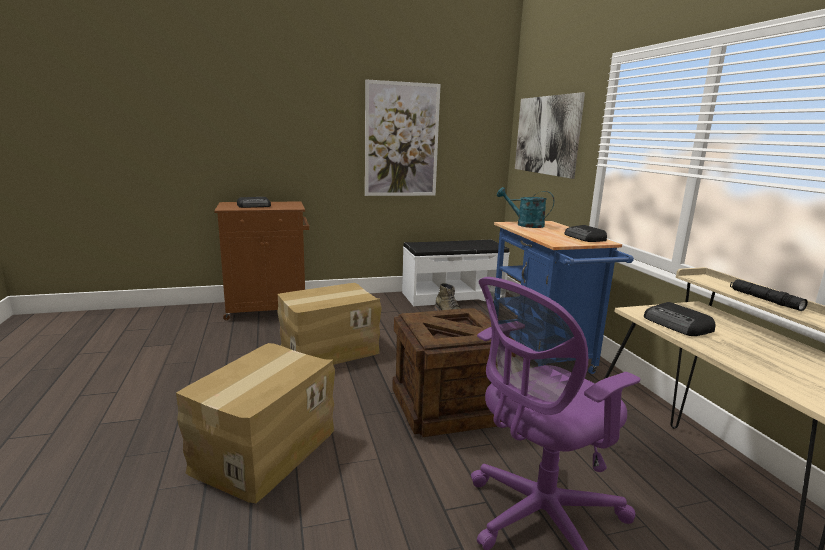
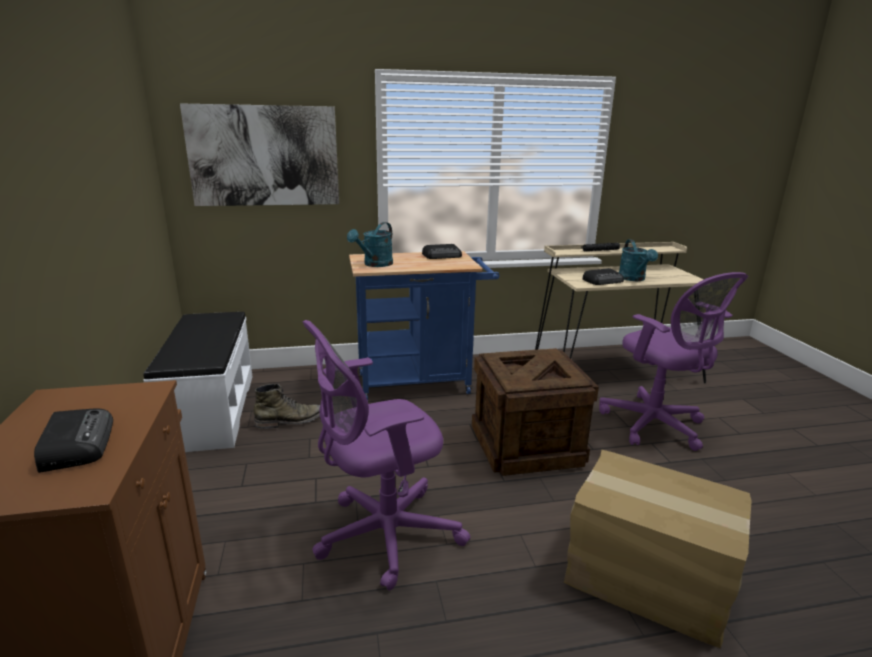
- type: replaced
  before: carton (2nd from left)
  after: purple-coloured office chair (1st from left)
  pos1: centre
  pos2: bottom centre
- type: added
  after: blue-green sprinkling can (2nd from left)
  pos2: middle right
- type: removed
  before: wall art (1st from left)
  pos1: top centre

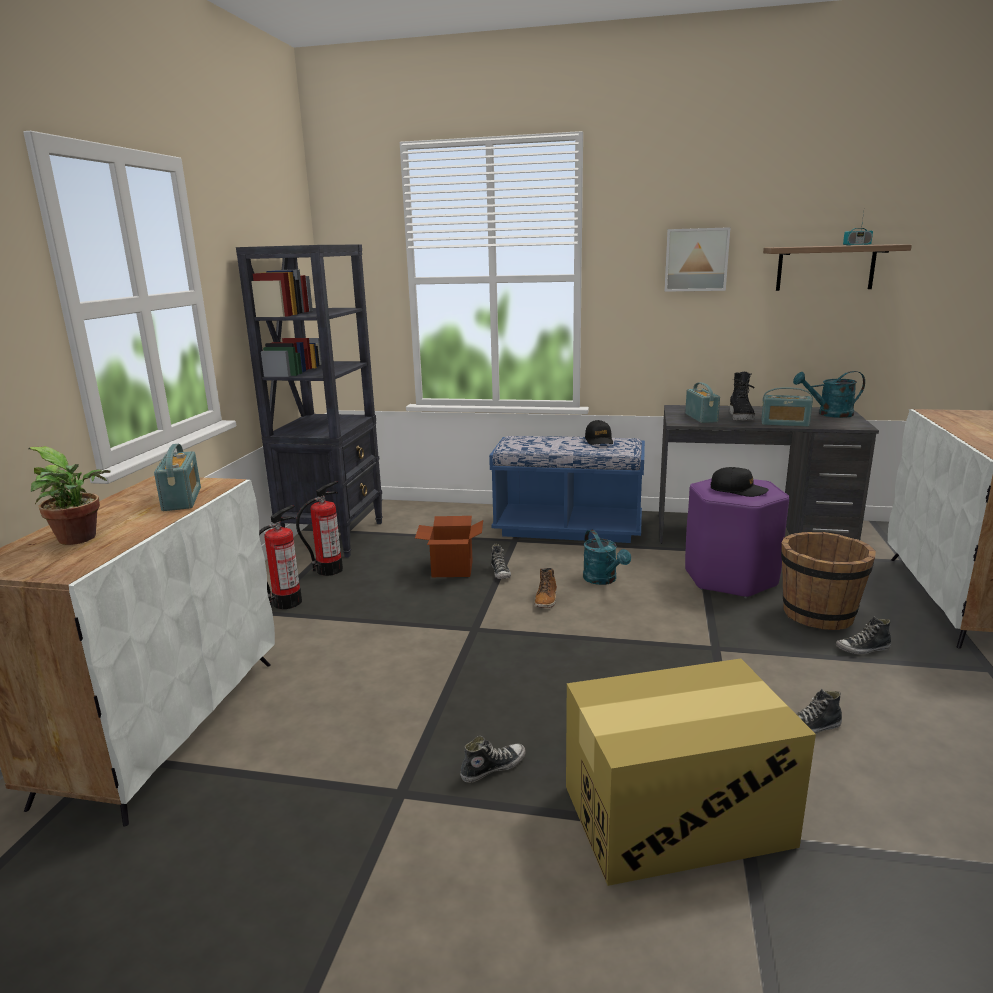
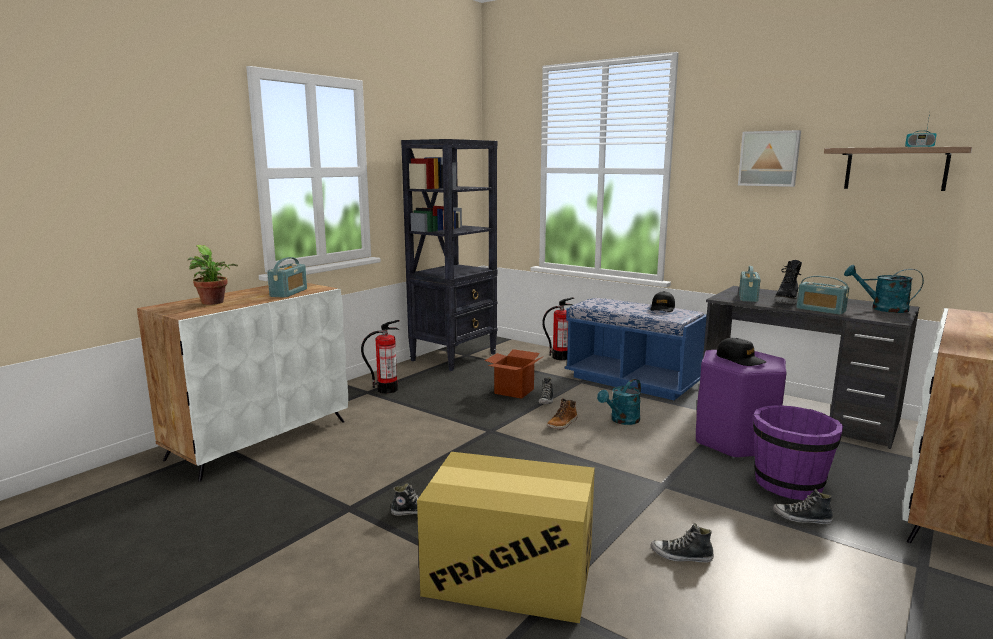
- type: moved
  before: fire-fighting cylinder (2nd from left)
  pos1: middle left
  pos2: centre
- type: turned
  before: blue-green sprinkling can (1st from left)
  pos1: centre
  pos2: centre
  turn: 45
- type: recoloured
  before: brown pail
  after: purple-coloured pail
  pos1: middle right
  pos2: bottom right

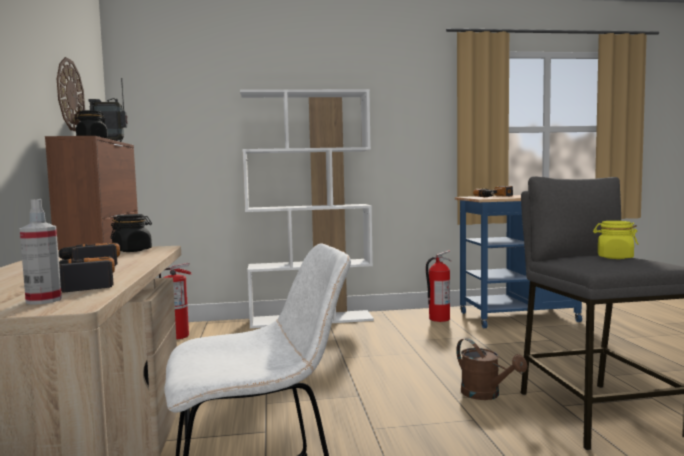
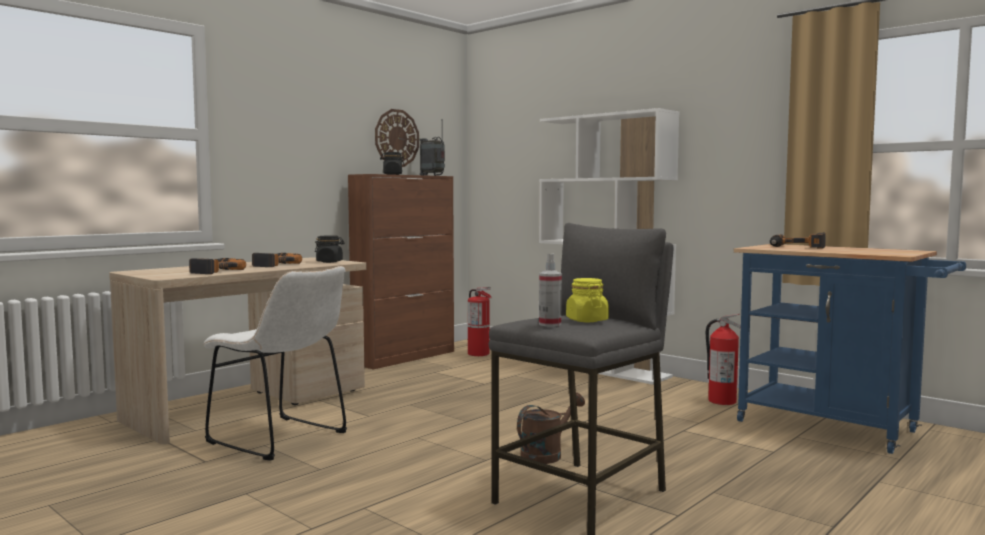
- type: turned
  before: brown sprinkling can
  pos1: bottom right
  pos2: bottom centre
  turn: -150
- type: moved
  before: spray bottle
  pos1: middle left
  pos2: centre

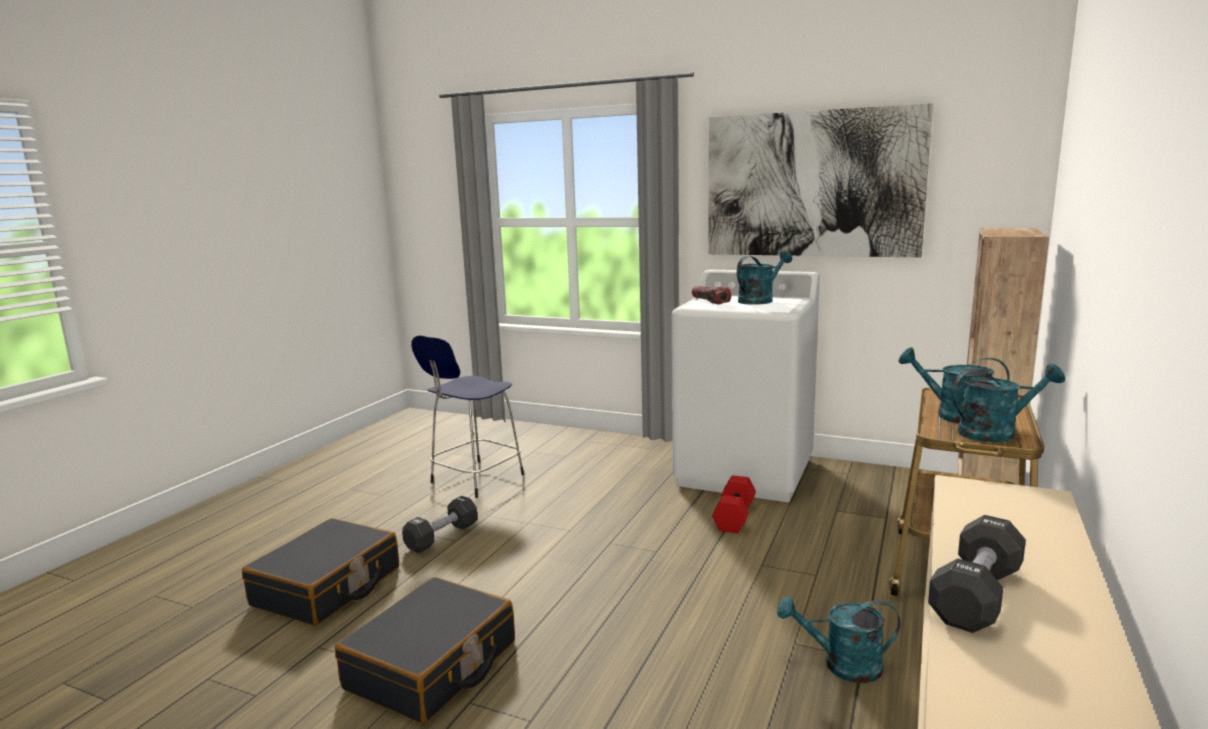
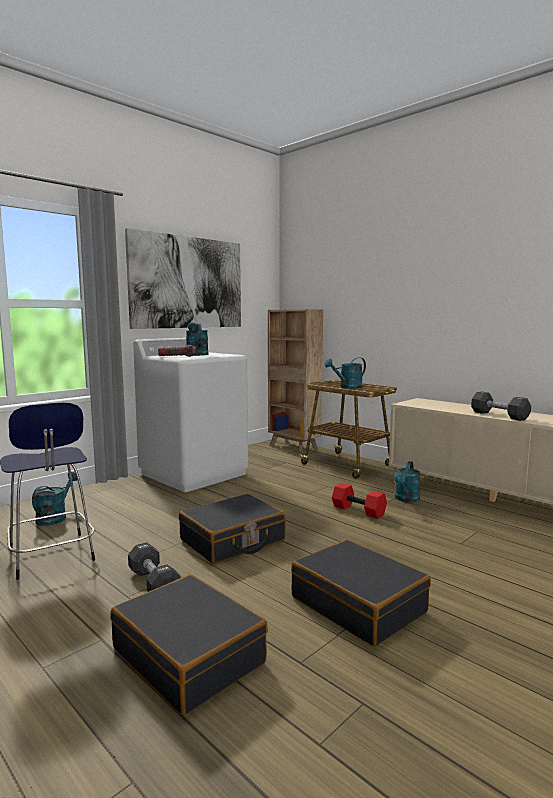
- type: moved
  before: blue-green sprinkling can (4th from left in the first image)
  after: blue-green sprinkling can (1st from left)
  pos1: middle right
  pos2: middle left
- type: added
  after: black piece of luggage (2nd from left)
  pos2: centre
- type: moved
  before: reddish dumbbell
  pos1: bottom centre
  pos2: centre

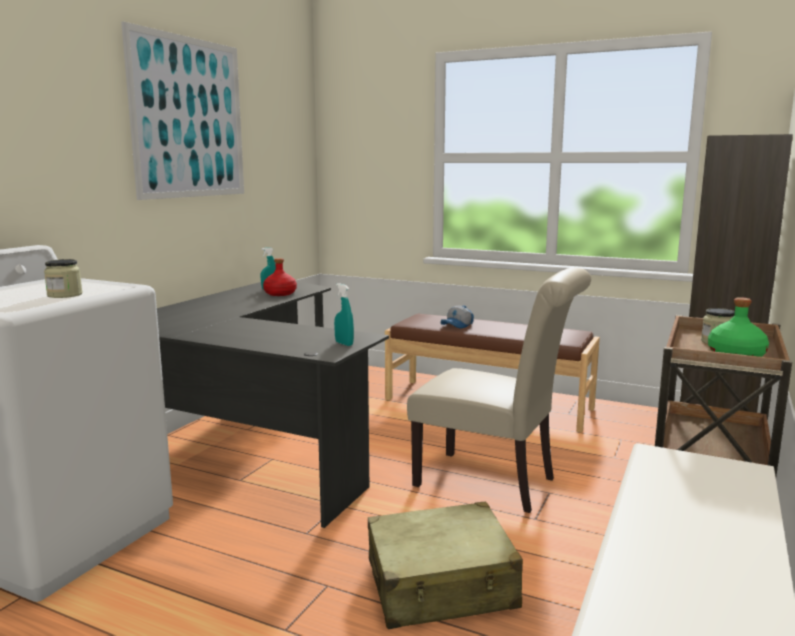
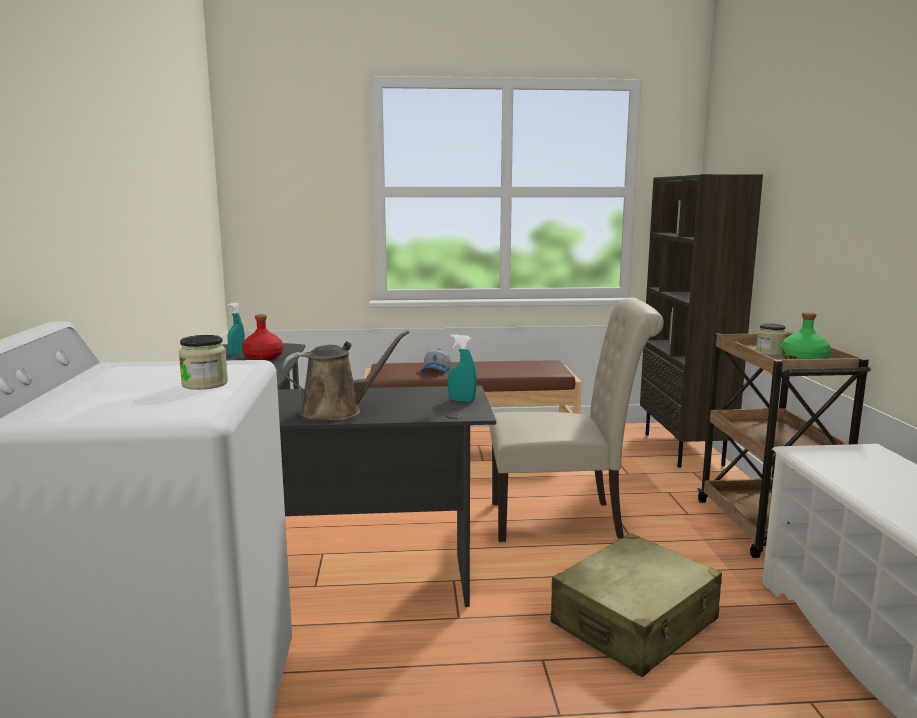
- type: added
  after: brown sprinkling can
  pos2: centre
- type: removed
  before: wall art
  pos1: top left

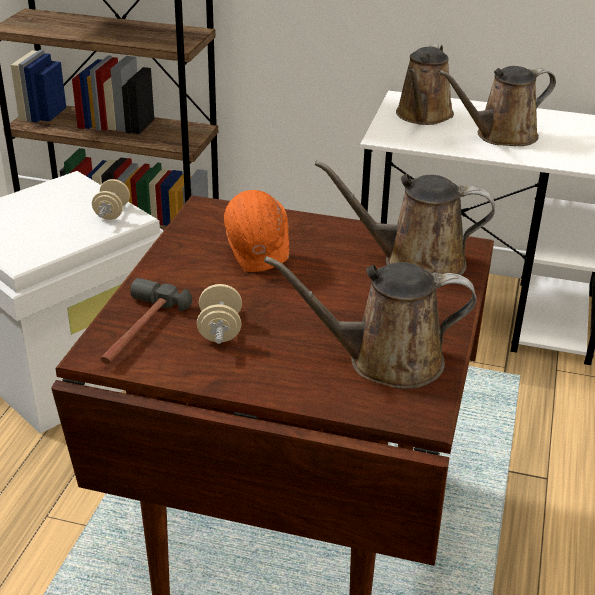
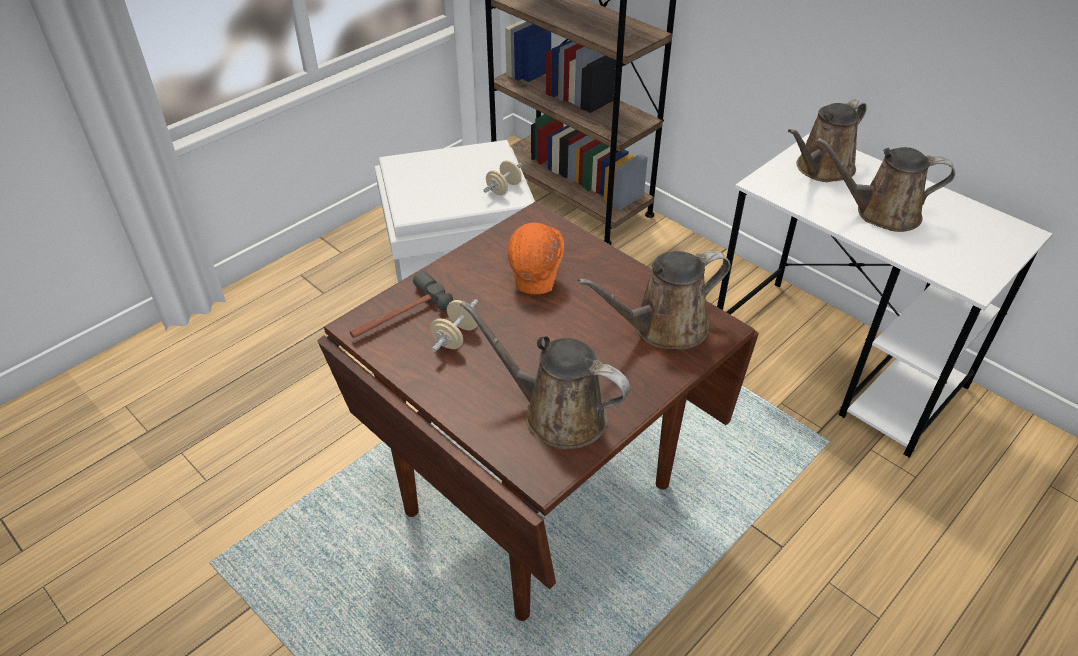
- type: turned
  before: brown sprinkling can (2nd from left)
  pos1: middle right
  pos2: centre
  turn: -60

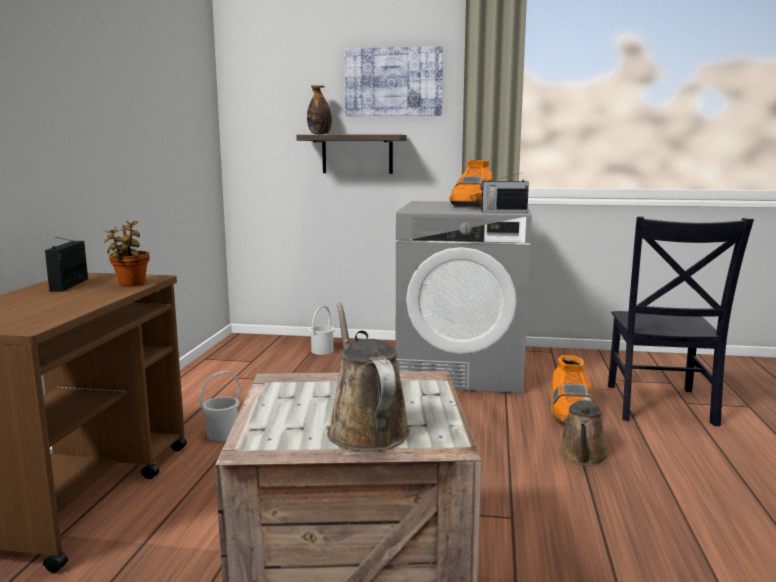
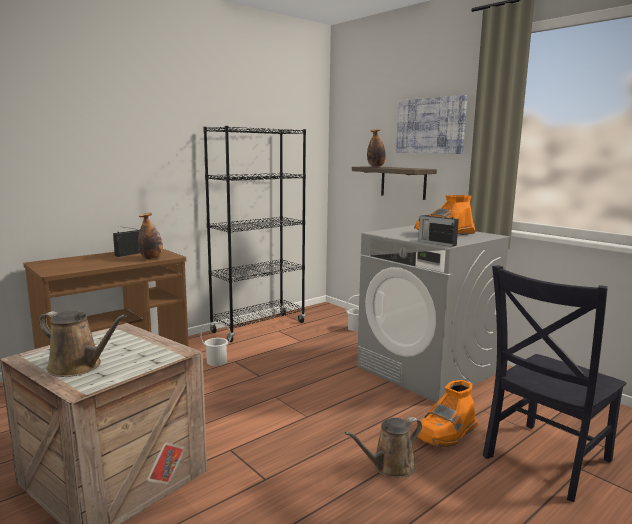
- type: turned
  before: brown sprinkling can (1st from left)
  pos1: centre
  pos2: middle left
  turn: 90
- type: replaced
  before: houseplant
  after: bottle (1st from left)
  pos1: middle left
  pos2: middle left
- type: added
  after: black bookcase
  pos2: centre

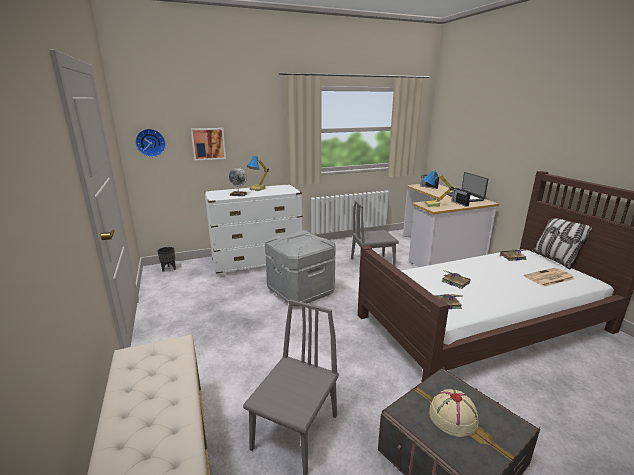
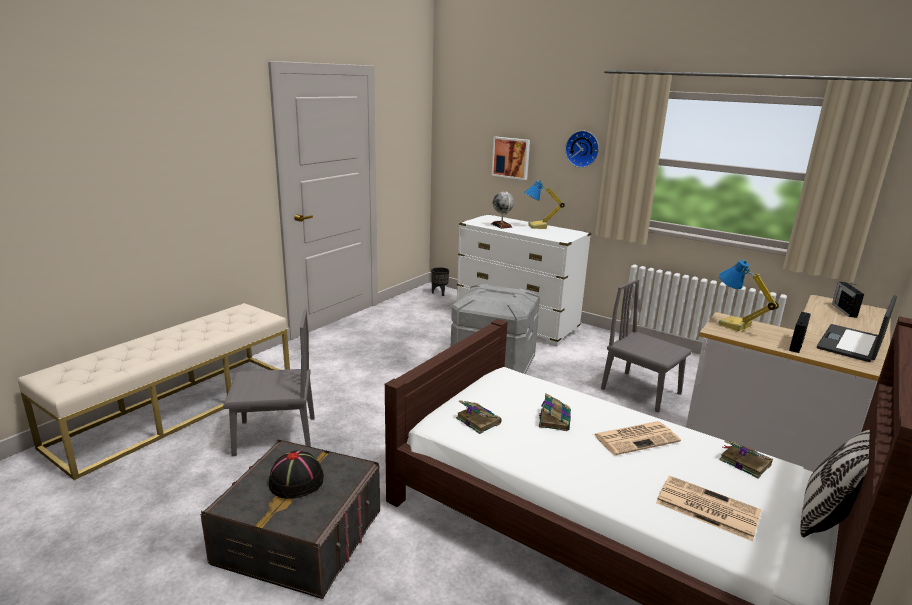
- type: recoloured
  before: beige-coloured clothing hat
  after: black clothing hat
  pos1: bottom right
  pos2: bottom left
- type: moved
  before: wall clock
  pos1: top left
  pos2: top centre
- type: added
  after: printed paper (1st from left)
  pos2: bottom right

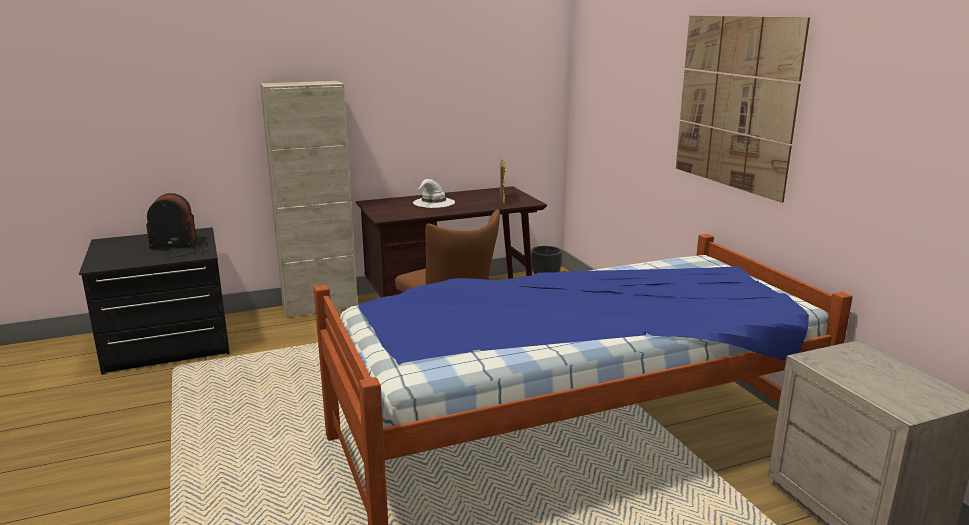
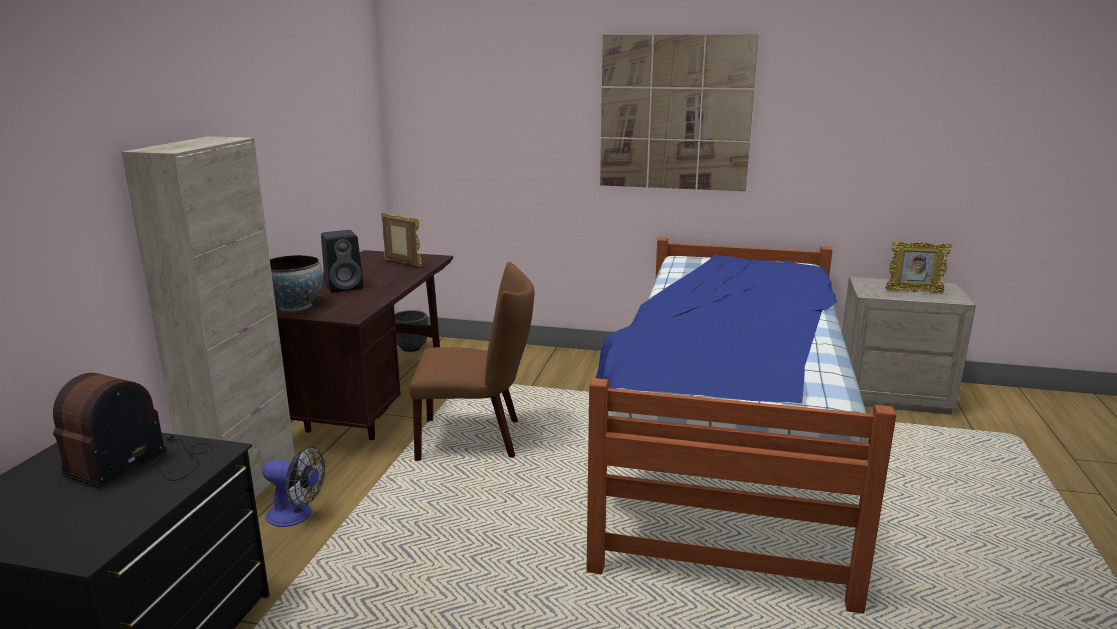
- type: added
  after: electric fan
  pos2: bottom left
- type: added
  after: serving bowl
  pos2: middle left
- type: replaced
  before: white clothing hat
  after: black speaker
  pos1: centre
  pos2: middle left
- type: added
  after: photo frame (2nd from left)
  pos2: middle right

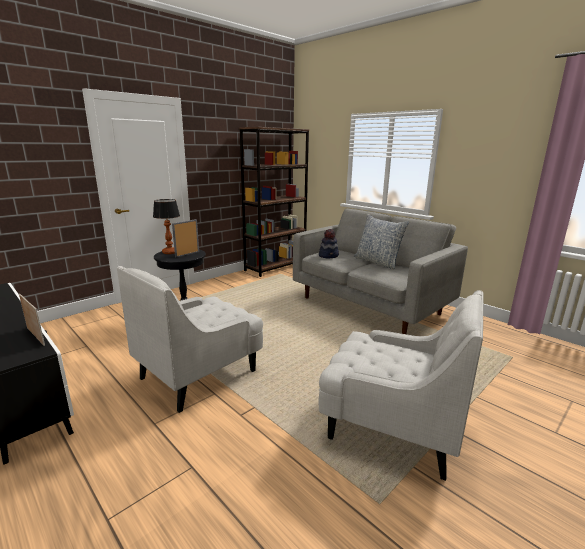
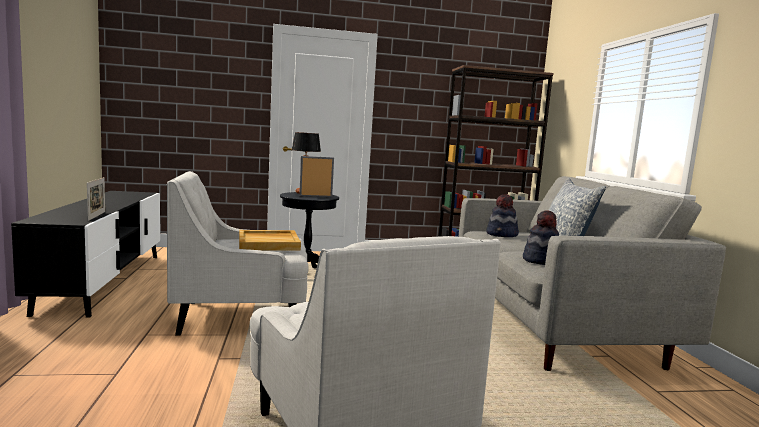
- type: added
  after: beige-coloured serving tray
  pos2: centre
- type: added
  after: clothing hat (2nd from left)
  pos2: middle right

